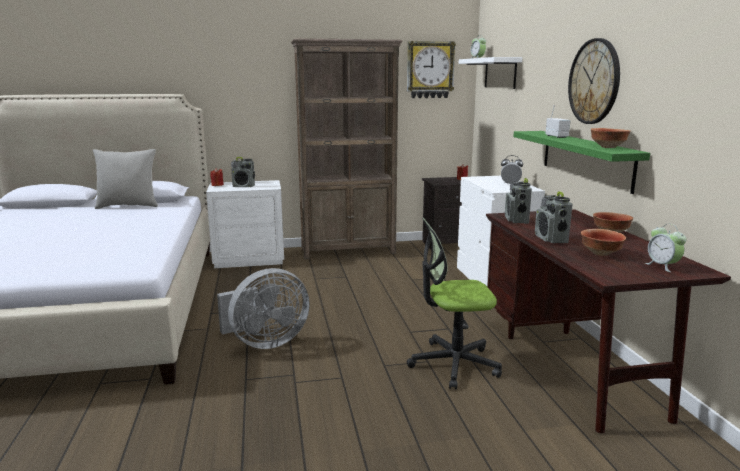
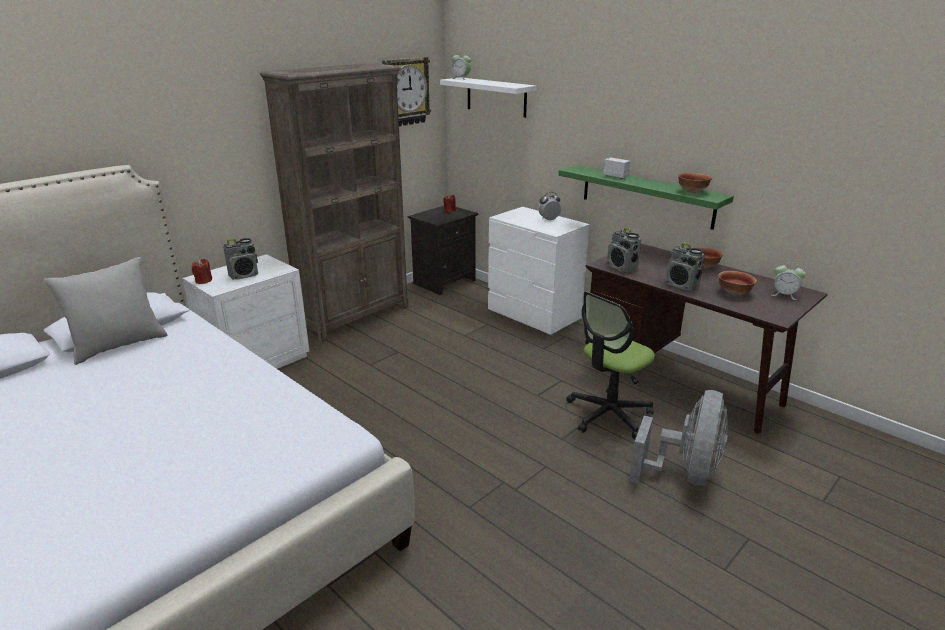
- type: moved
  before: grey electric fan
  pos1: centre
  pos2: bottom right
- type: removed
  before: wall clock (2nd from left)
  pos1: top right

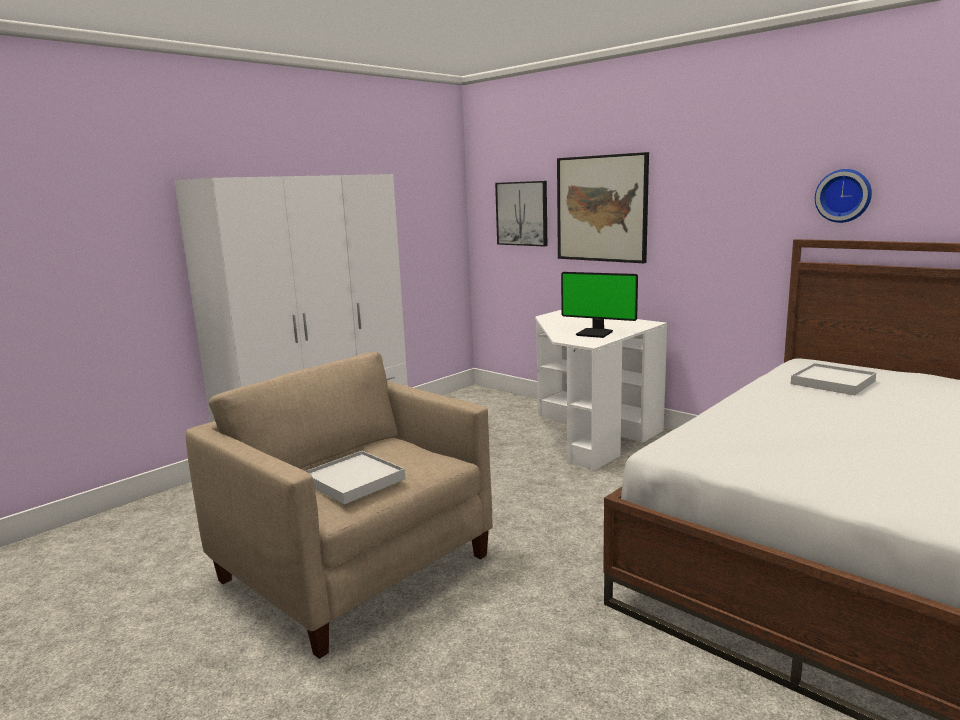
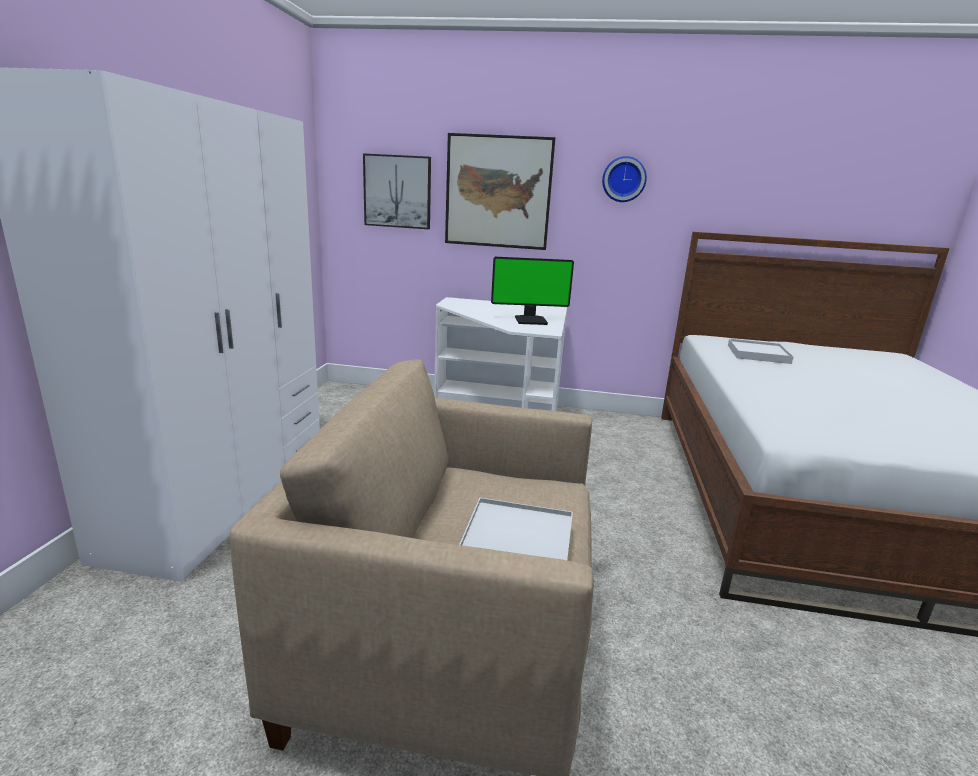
- type: moved
  before: wall clock
  pos1: top right
  pos2: top centre

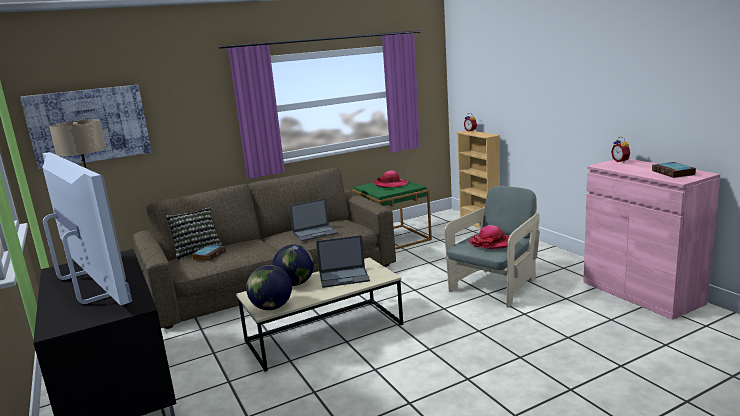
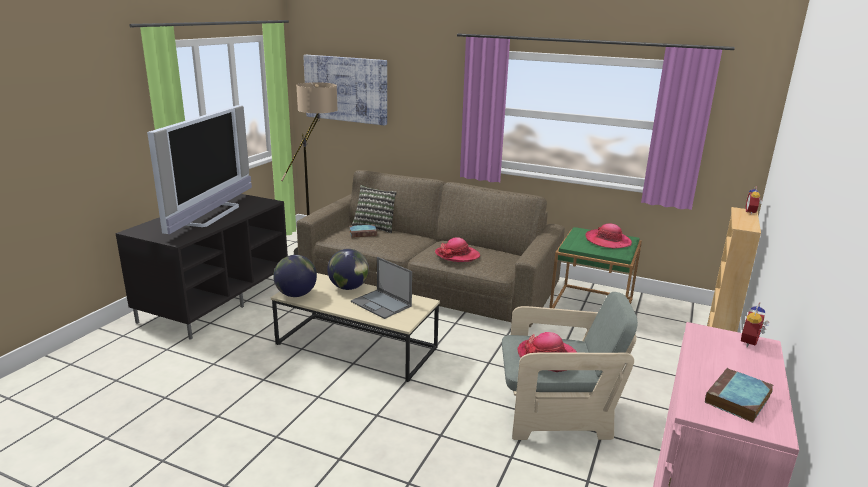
- type: replaced
  before: portable computer (1st from left)
  after: clothing hat (1st from left)
  pos1: centre
  pos2: centre

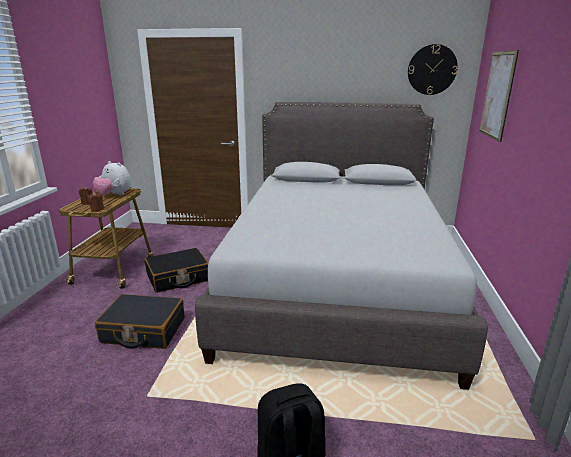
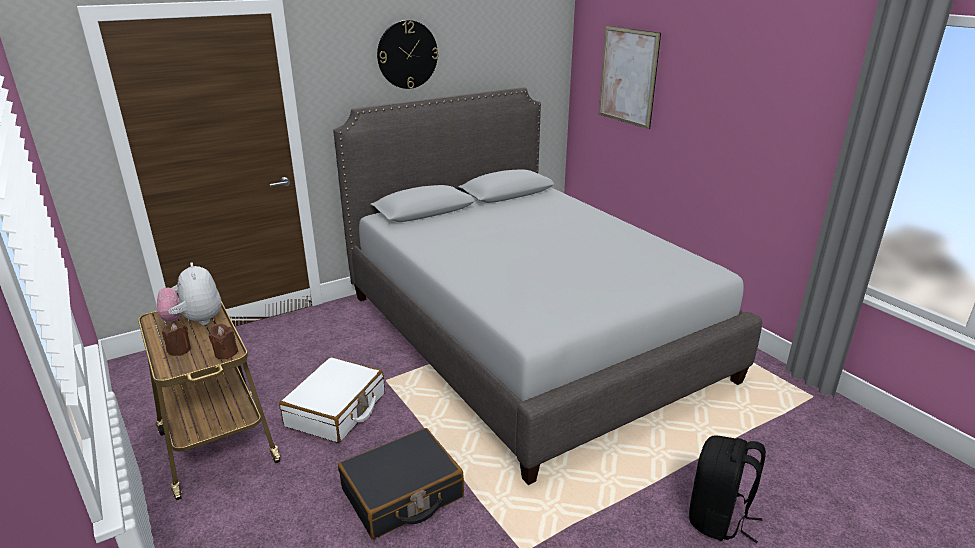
- type: turned
  before: cuddly toy
  pos1: middle left
  pos2: middle left
  turn: 75
- type: recoloured
  before: black piece of luggage (2nd from left)
  after: white piece of luggage
  pos1: middle left
  pos2: bottom centre
- type: moved
  before: wall clock
  pos1: top right
  pos2: top centre

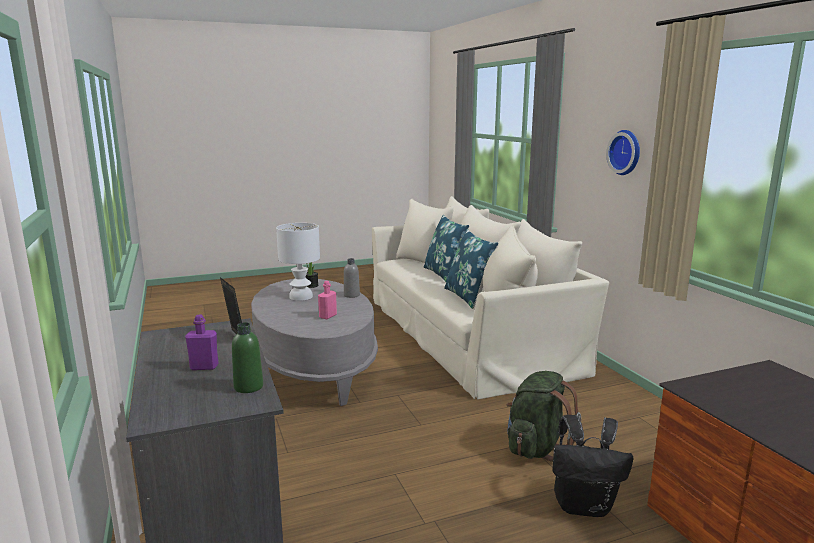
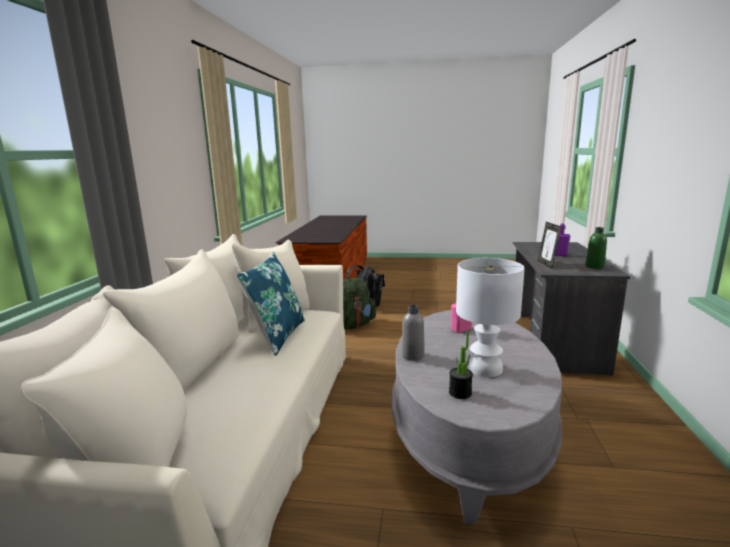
- type: moved
  before: green bottle
  pos1: middle left
  pos2: middle right
- type: removed
  before: blue throw pillow (1st from left)
  pos1: centre
- type: removed
  before: wall clock
  pos1: top right

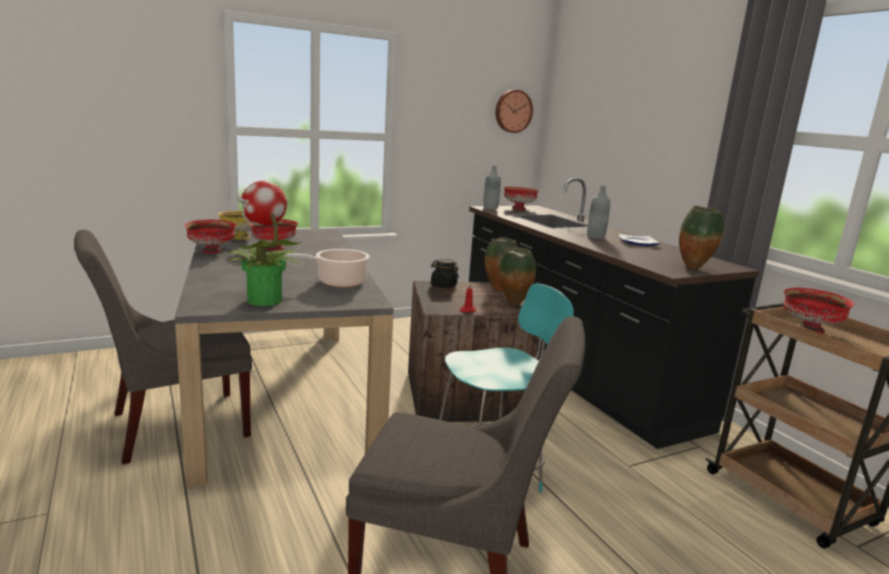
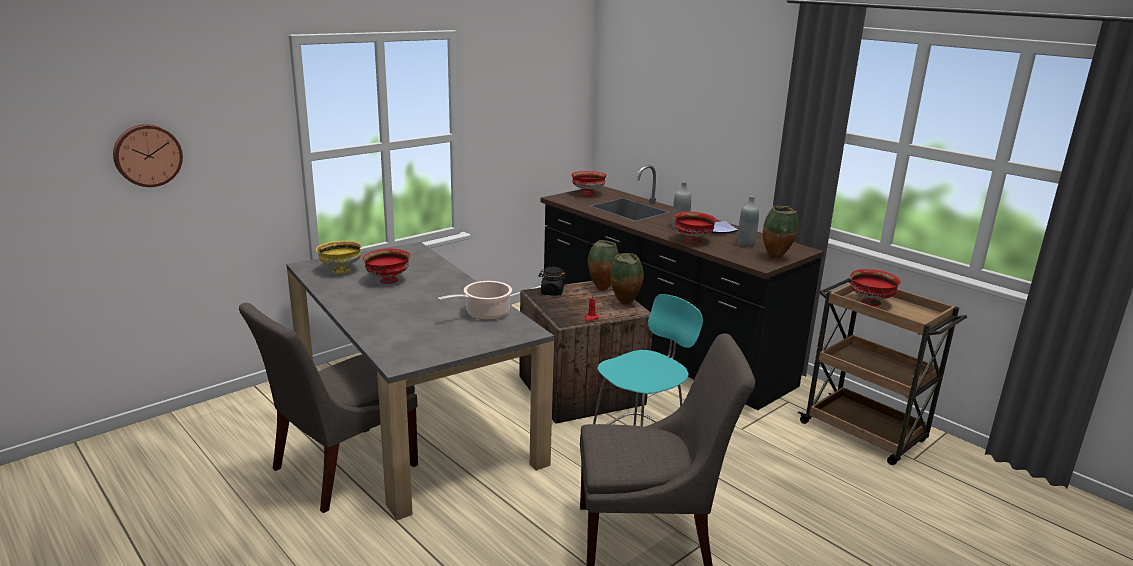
- type: moved
  before: wall clock
  pos1: top centre
  pos2: top left
- type: moved
  before: reddish serving bowl (1st from left in the first image)
  after: reddish serving bowl (3rd from left)
  pos1: middle left
  pos2: centre
- type: moved
  before: grey bottle (1st from left in the first image)
  after: grey bottle (2nd from left)
  pos1: top centre
  pos2: centre
- type: removed
  before: houseplant
  pos1: middle left

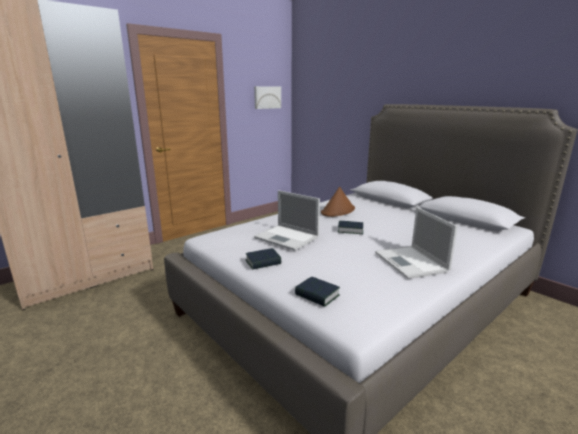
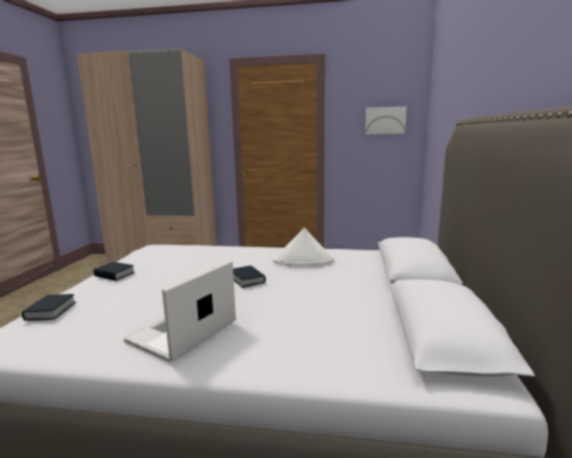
- type: recoloured
  before: brown clothing hat
  after: white clothing hat
  pos1: centre
  pos2: centre
- type: removed
  before: portable computer (1st from left)
  pos1: centre

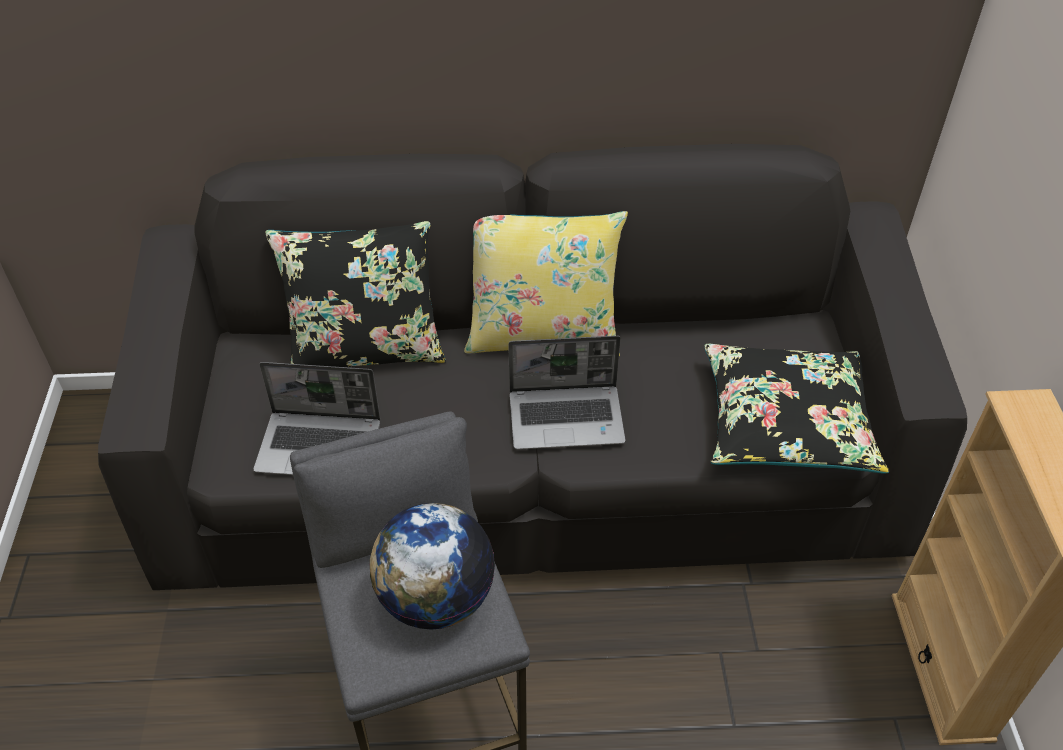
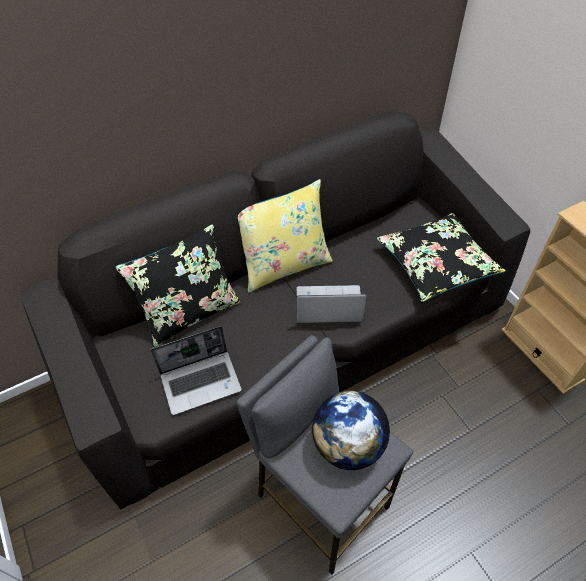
- type: turned
  before: portable computer (2nd from left)
  pos1: centre
  pos2: centre
  turn: -150

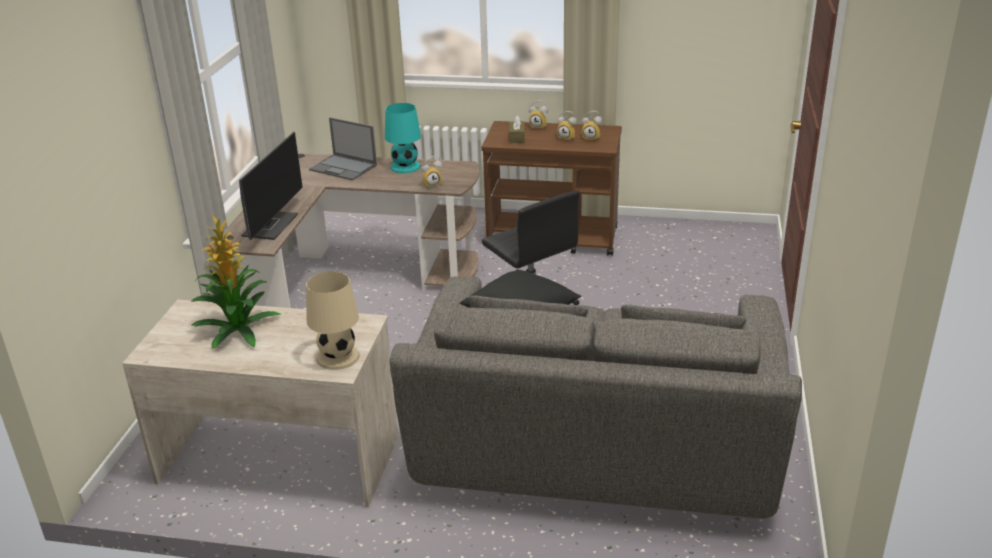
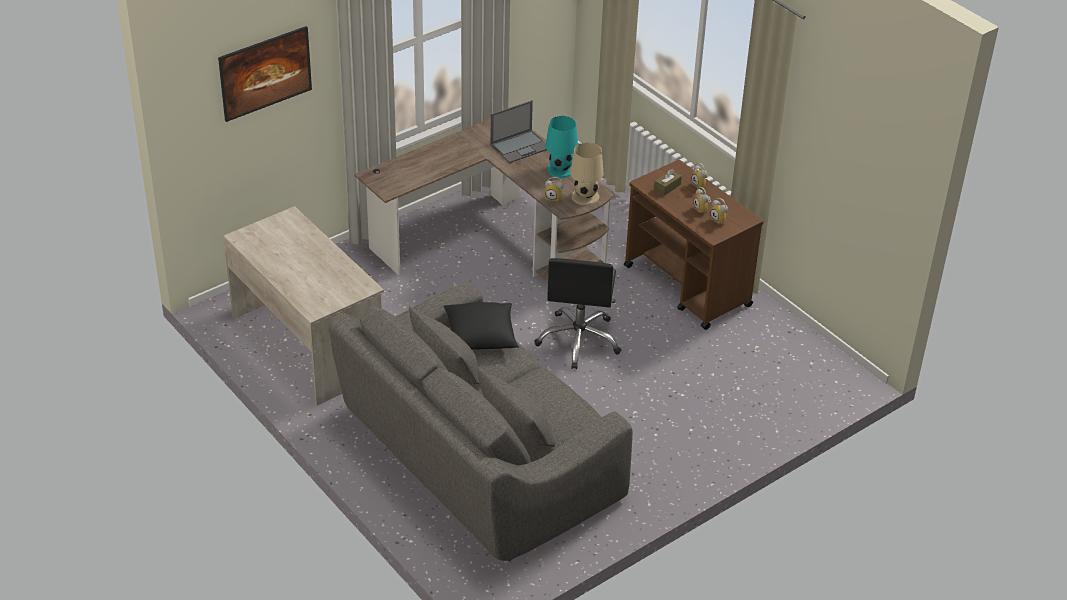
- type: added
  after: wall art
  pos2: top left
- type: turned
  before: portable computer
  pos1: top centre
  pos2: top centre
  turn: -105
- type: moved
  before: beige-coloured table lamp
  pos1: centre
  pos2: top centre
- type: removed
  before: houseplant
  pos1: middle left
- type: removed
  before: monitor
  pos1: middle left

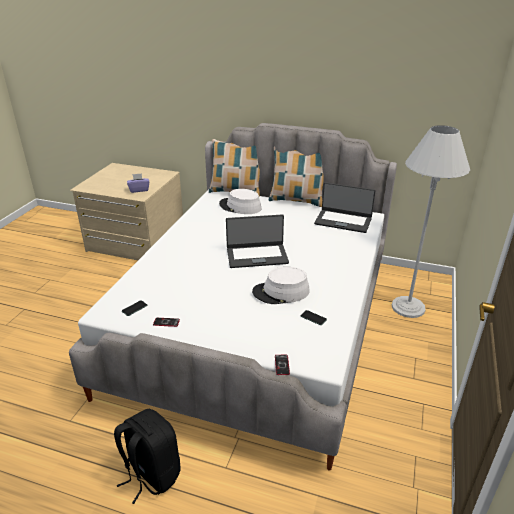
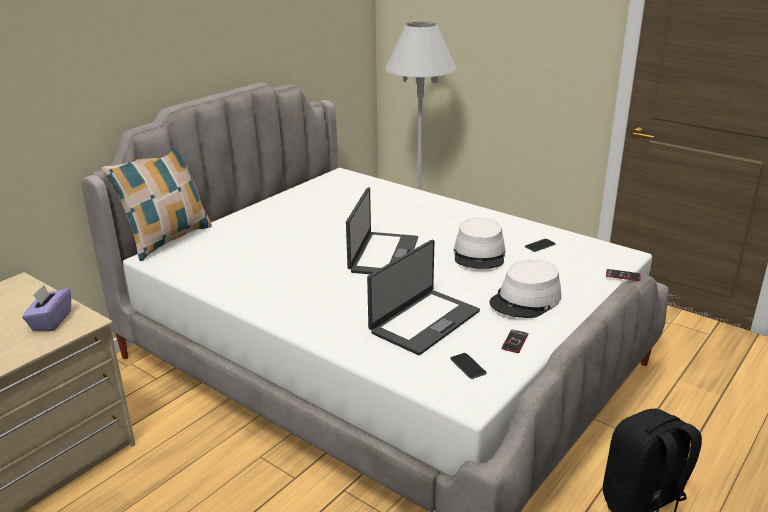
- type: moved
  before: portable computer (2nd from left)
  pos1: middle right
  pos2: centre
- type: moved
  before: white clothing hat (1st from left in the first image)
  after: white clothing hat (2nd from left)
  pos1: centre
  pos2: middle right
- type: removed
  before: throw pillow (2nd from left)
  pos1: centre

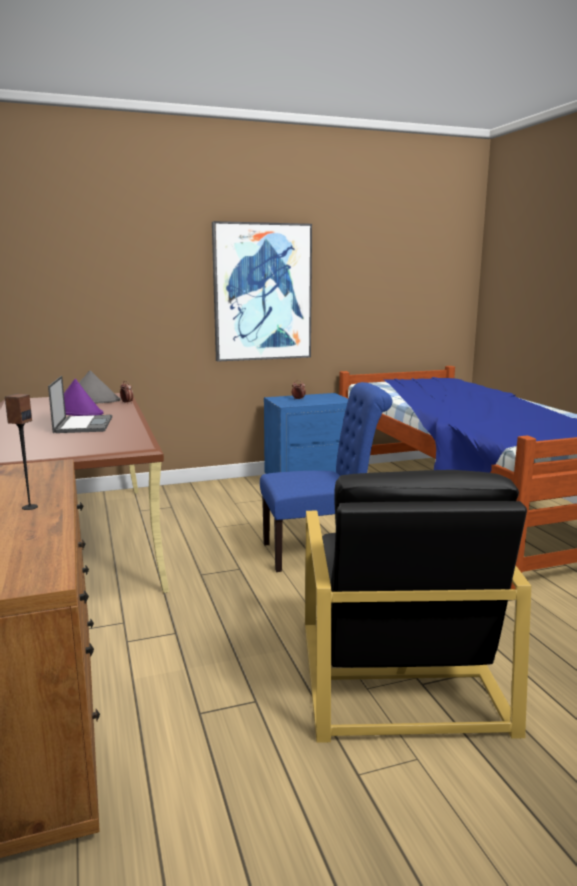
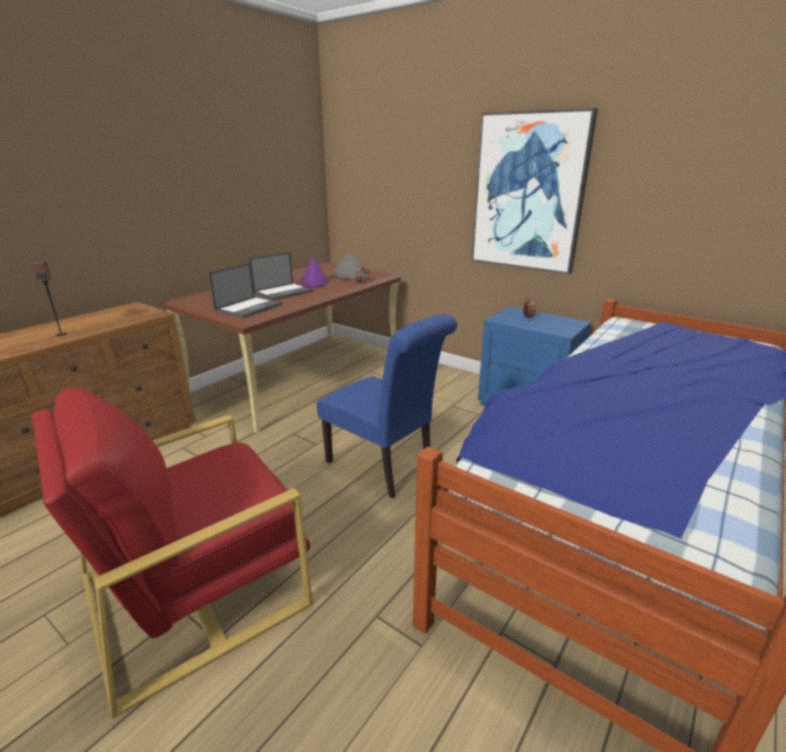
- type: recoloured
  before: black easy chair
  after: reddish easy chair
  pos1: bottom right
  pos2: bottom left
- type: added
  after: portable computer (1st from left)
  pos2: middle left

